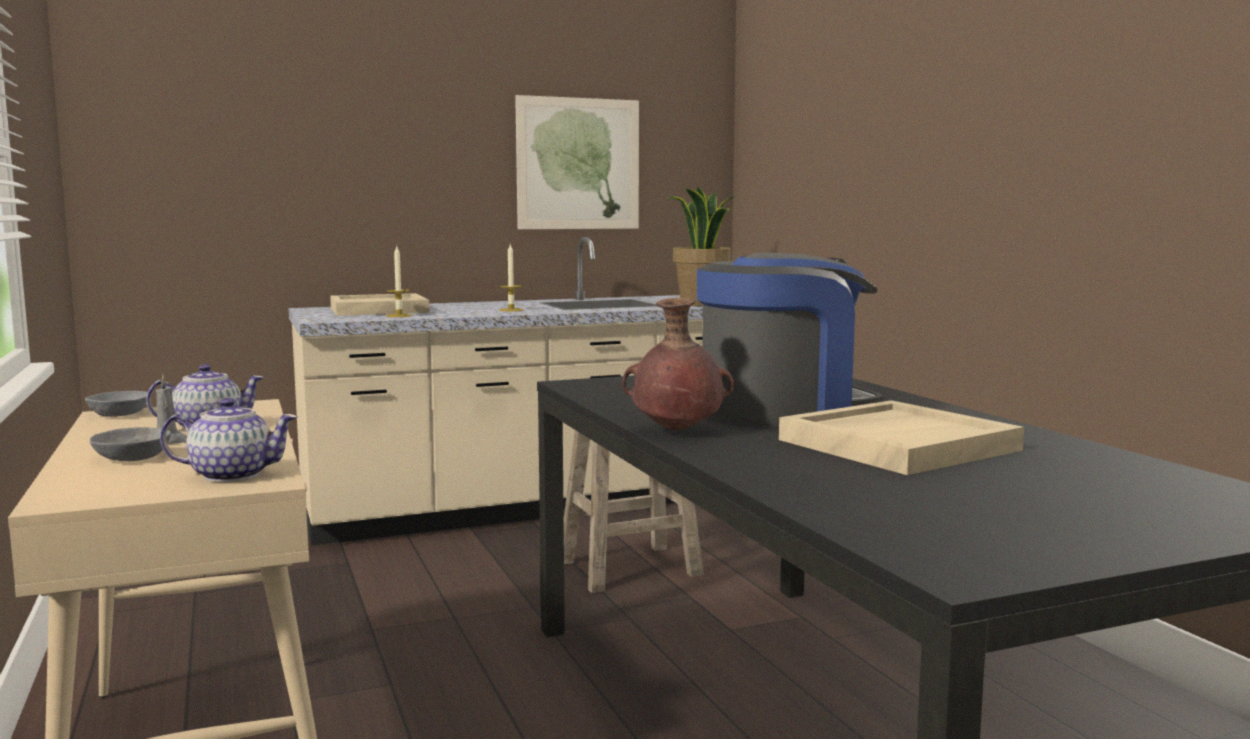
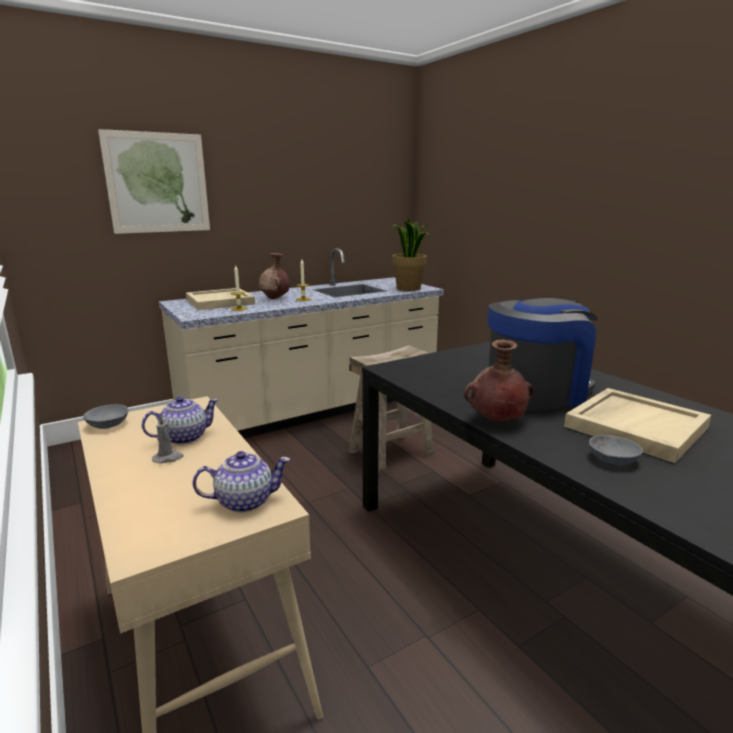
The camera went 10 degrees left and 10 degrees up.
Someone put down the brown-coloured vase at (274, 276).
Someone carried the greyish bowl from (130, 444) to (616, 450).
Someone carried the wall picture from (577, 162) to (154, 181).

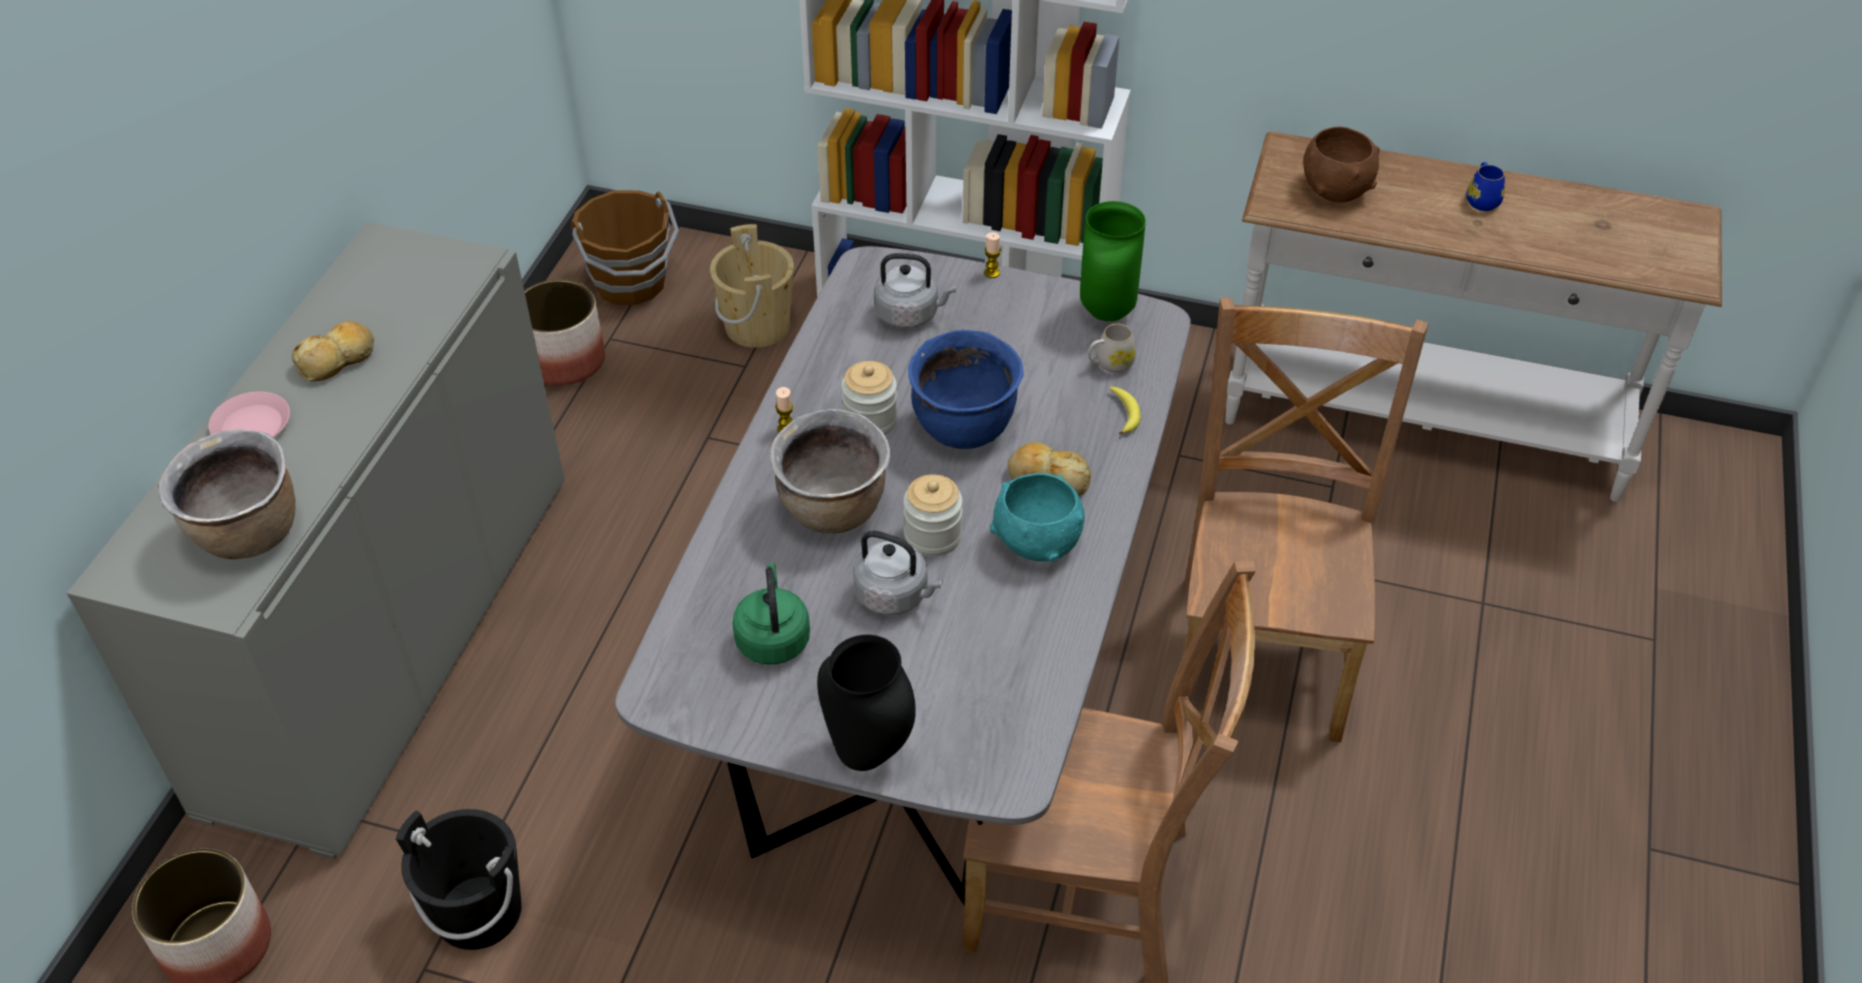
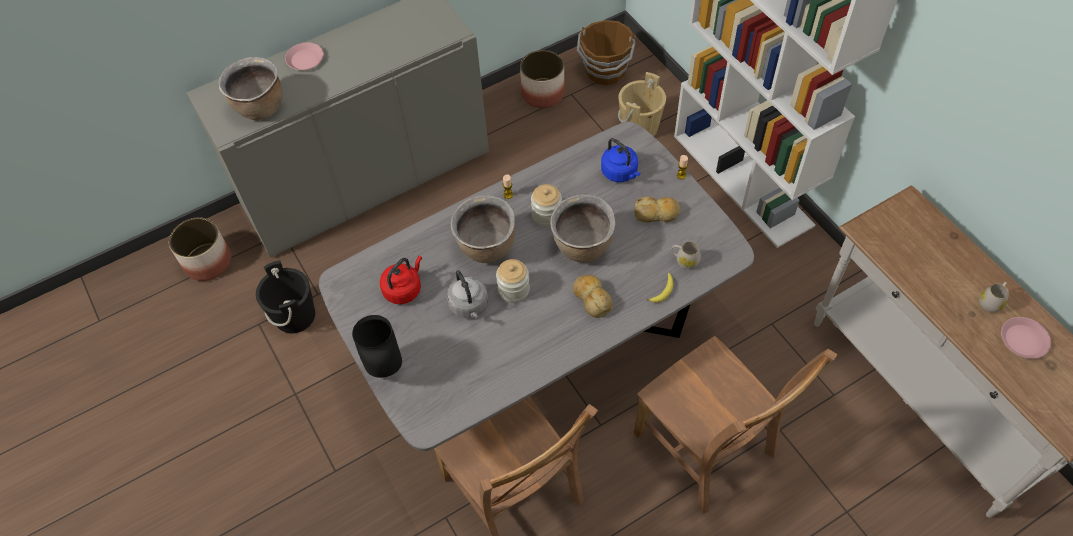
The camera went 45 degrees right and 10 degrees up.
Someone took away the turquoise bowl at (1037, 517).
Someone took away the green vase at (1113, 261).
Someone took away the brown-coloured bowl at (1341, 164).
Someone put down the pink dinner plate at (1026, 338).
Someone carried the bread from (333, 351) to (657, 209).
Someone repainted the green water kettle at (771, 614), which became the reddish water kettle at (401, 280).
Someone repainted the greyish water kettle at (915, 290), which became the blue water kettle at (621, 160).
Someone repainted the blue saucepot at (966, 389), which became the brown-coloured saucepot at (583, 228).
Someone repainted the blue tea mug at (1485, 186), which became the white tea mug at (994, 297).
Someone rotated the brown-coloured plain chair at (1306, 520) by 90 degrees clockwise.

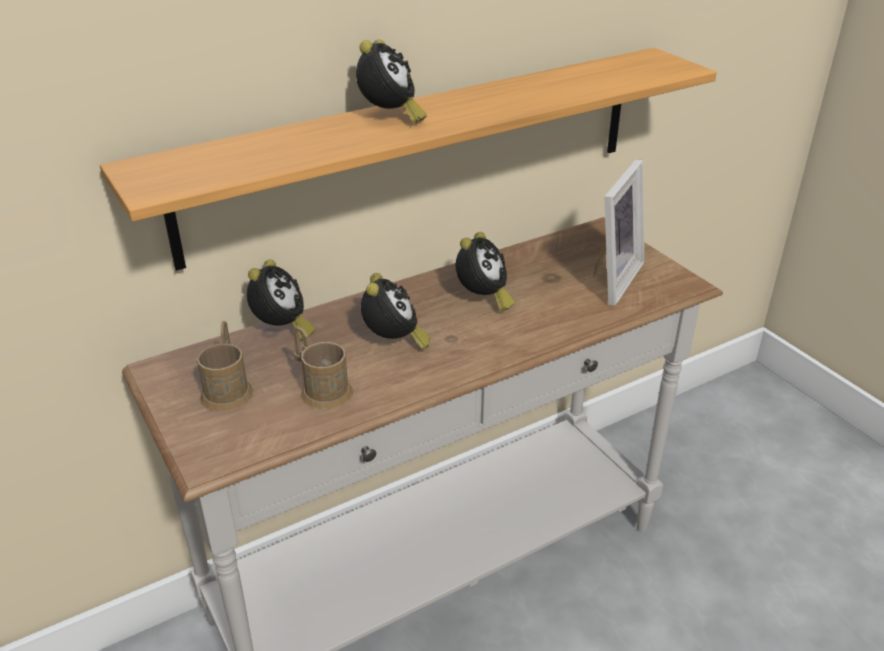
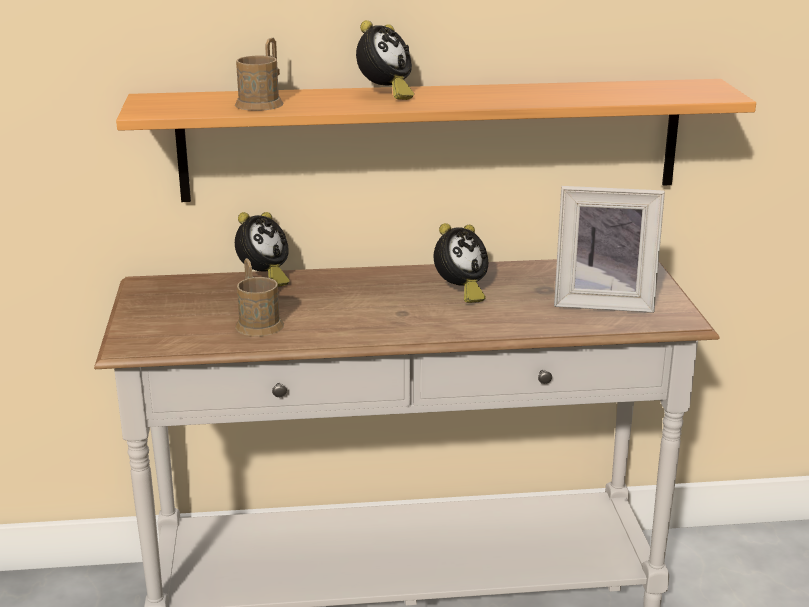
The camera went 25 degrees right and 10 degrees down.
Someone took away the table clock at (395, 311).
Someone carried the brown-coloured tea mug from (225, 366) to (258, 74).
Someone rotated the photo frame at (618, 232) by 45 degrees clockwise.

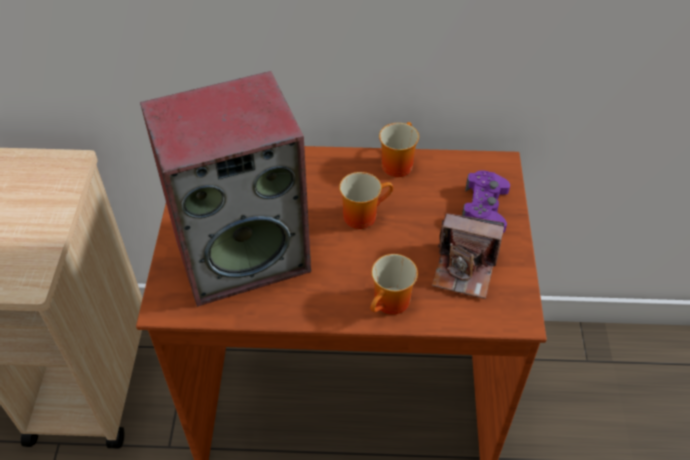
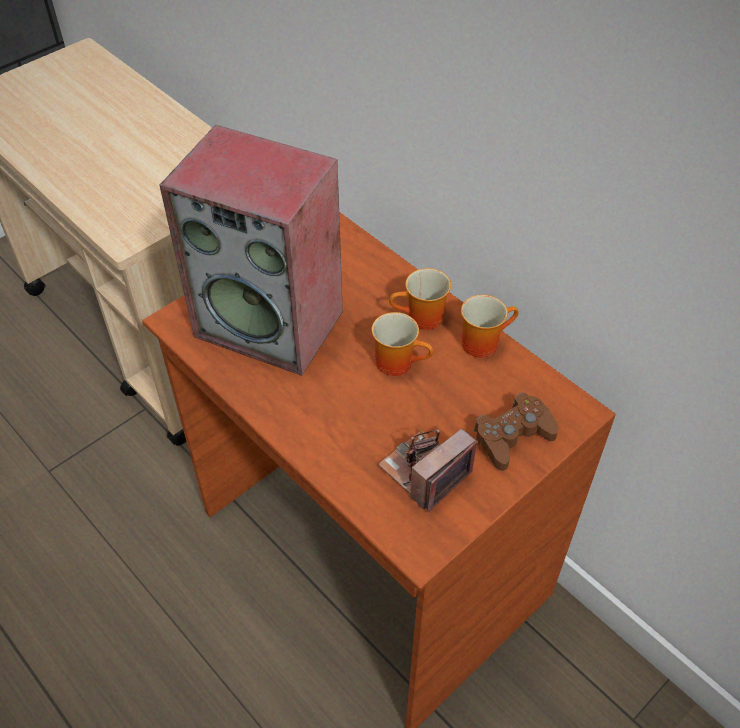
The camera went 45 degrees right and 0 degrees up.
Someone carried the tea mug from (394, 284) to (420, 299).
Someone repainted the purple game controller at (486, 201), which became the brown-coloured game controller at (516, 432).
Someone rotated the still camera at (468, 256) by 75 degrees clockwise.

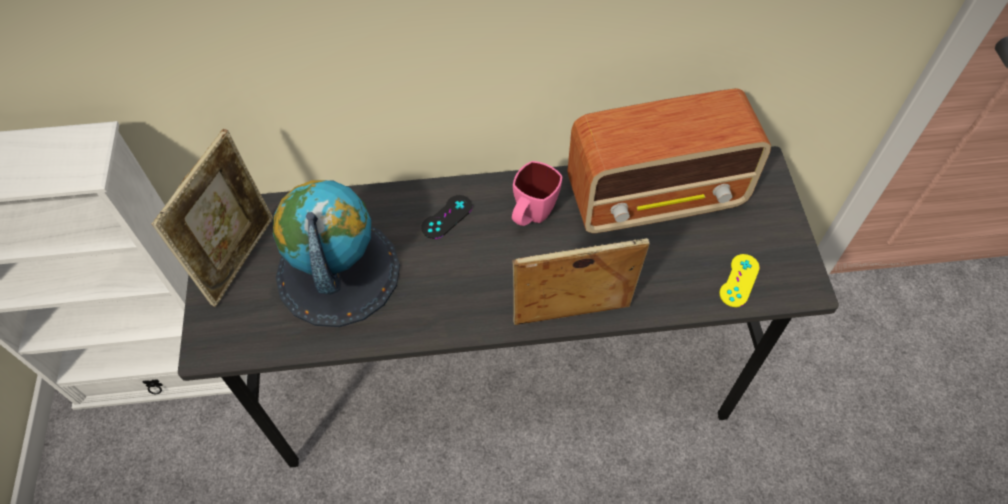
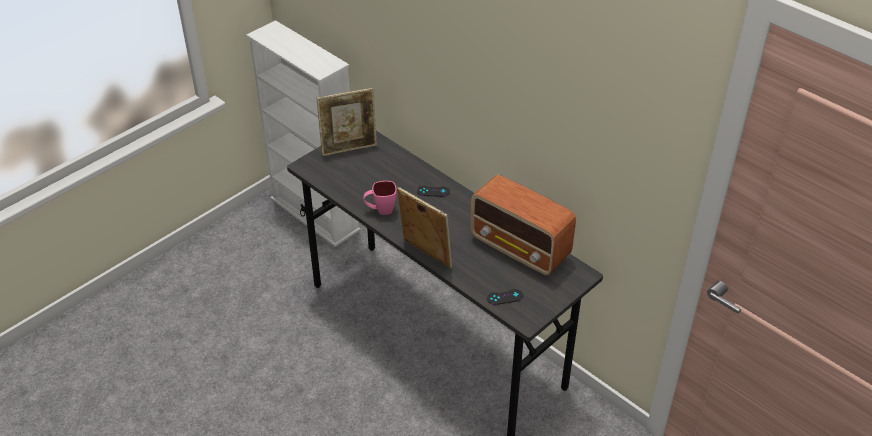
The camera went 50 degrees right and 15 degrees down.
Someone took away the world globe at (336, 253).
Someone carried the pink tea mug from (537, 193) to (380, 198).
Someone repainted the yellow-coloured game controller at (740, 280), which became the black game controller at (505, 297).

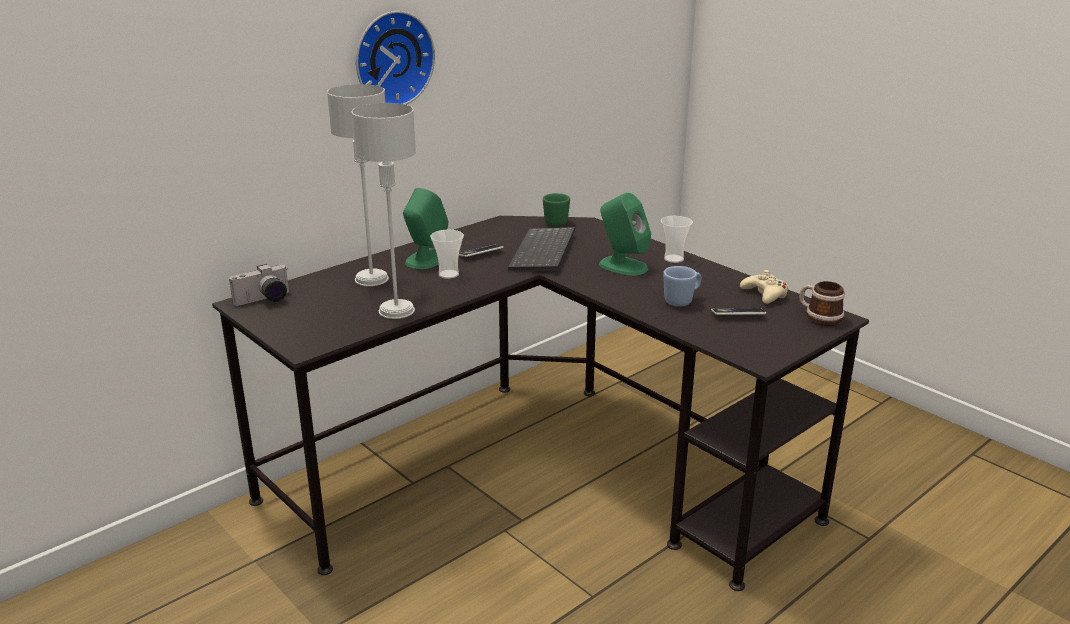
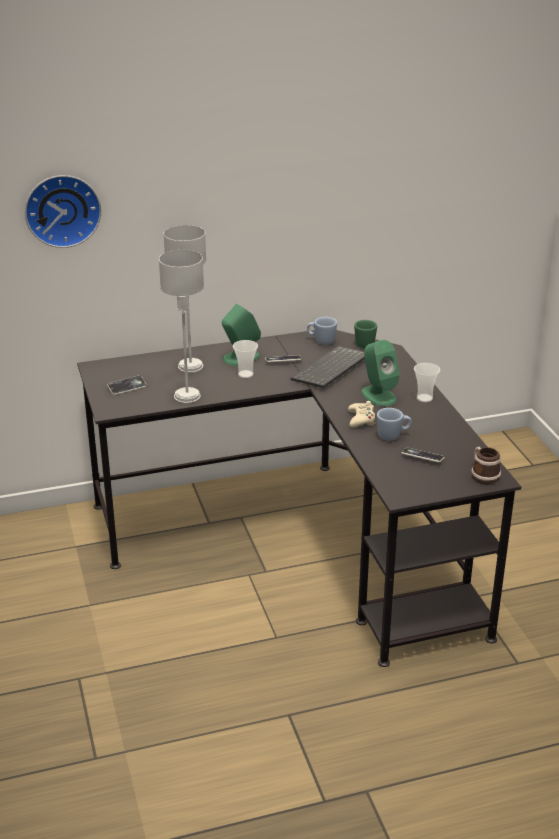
The camera went 25 degrees right and 5 degrees up.
Someone took away the still camera at (259, 285).
Someone put down the phone at (127, 385).
Someone put down the blue tea mug at (322, 331).
Someone carried the hanging clock from (395, 58) to (63, 211).
Someone carried the sand-coloured game controller from (764, 287) to (362, 414).

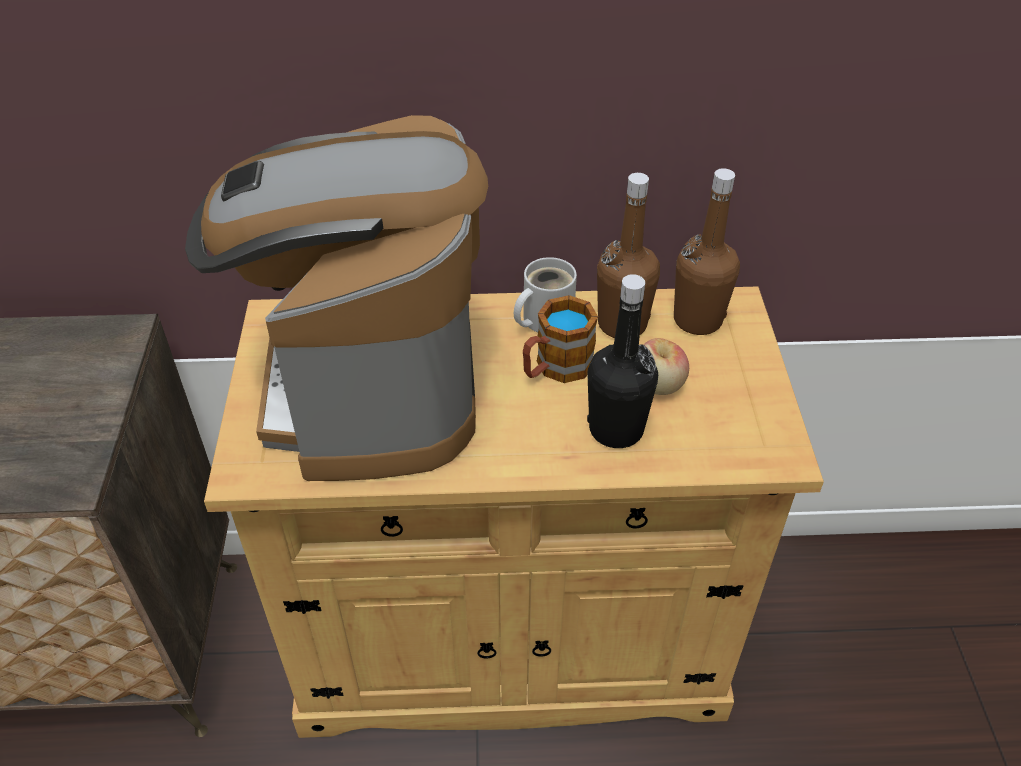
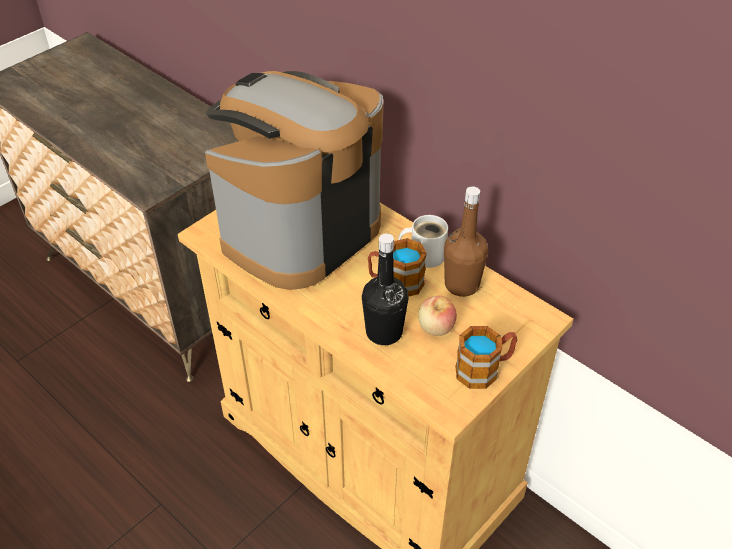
The camera went 45 degrees right and 0 degrees up.
Someone took away the brown-coloured bottle at (707, 251).
Someone put down the tea mug at (486, 357).

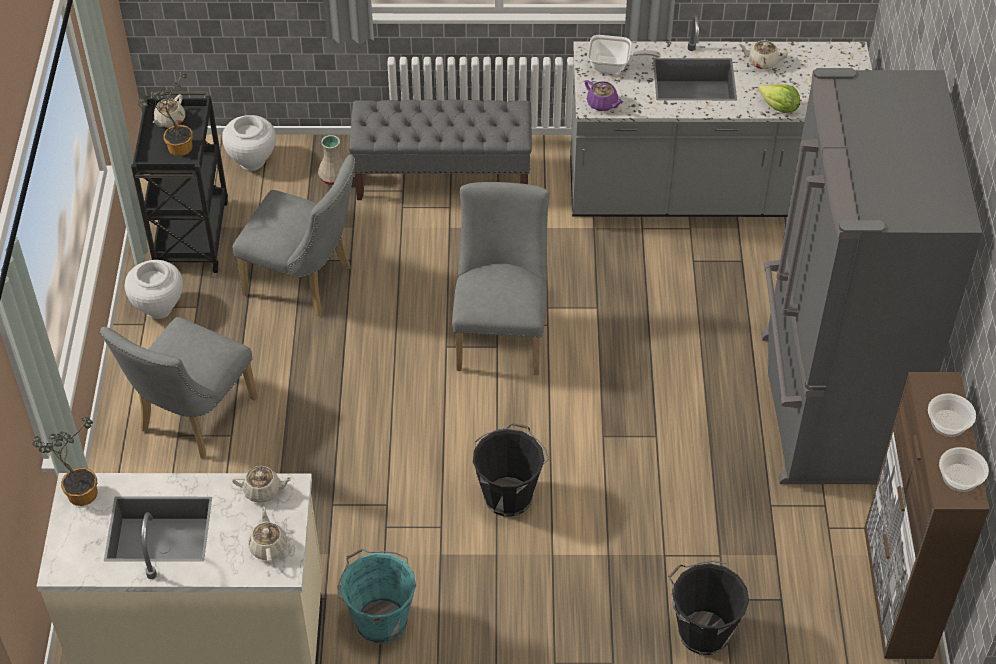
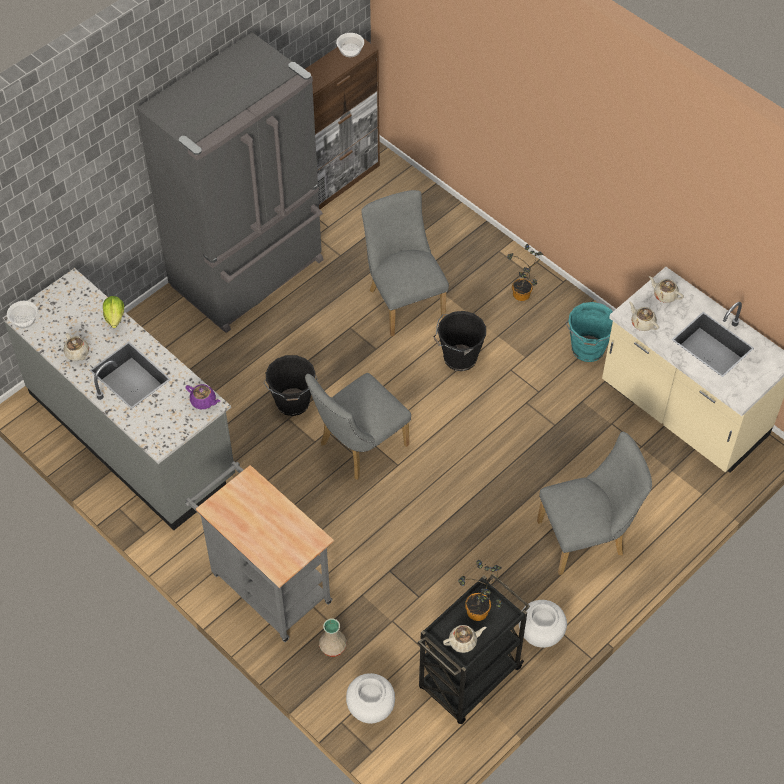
The camera went 135 degrees left and 5 degrees up.
Someone took away the skillet at (624, 54).
Someone carried the houseplant from (65, 461) to (525, 272).
Someone carried the greyish plain chair from (294, 235) to (405, 263).
Someone carried the black water bucket from (708, 608) to (291, 385).
Someone carried the bowl from (952, 415) to (22, 314).
Someone swapped the greyish long seat at (440, 150) for the greyish cart at (259, 551).
Someone rotated the sand-coloured pot for tea at (267, 535) by 90 degrees clockwise.
Someone rotated the purple pot for tea at (604, 95) by 120 degrees clockwise.

